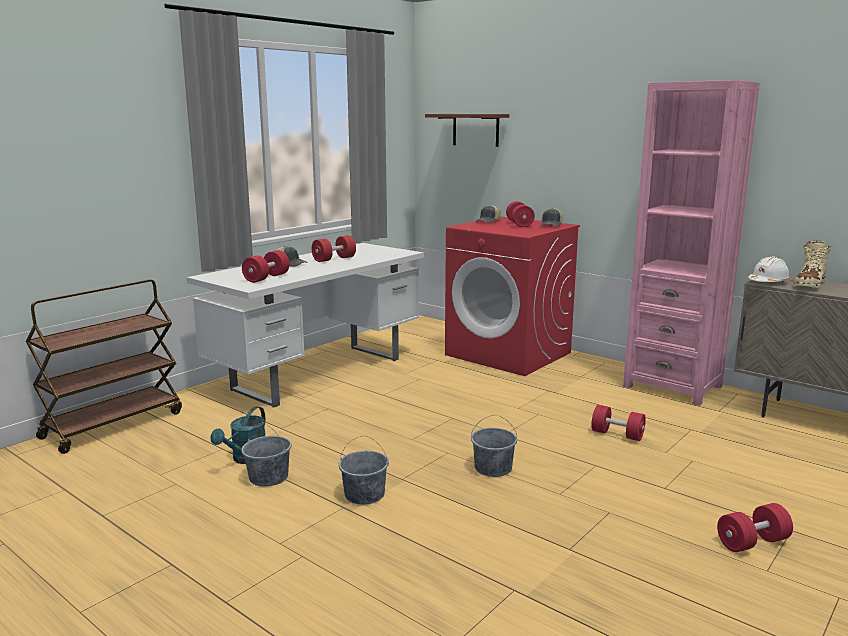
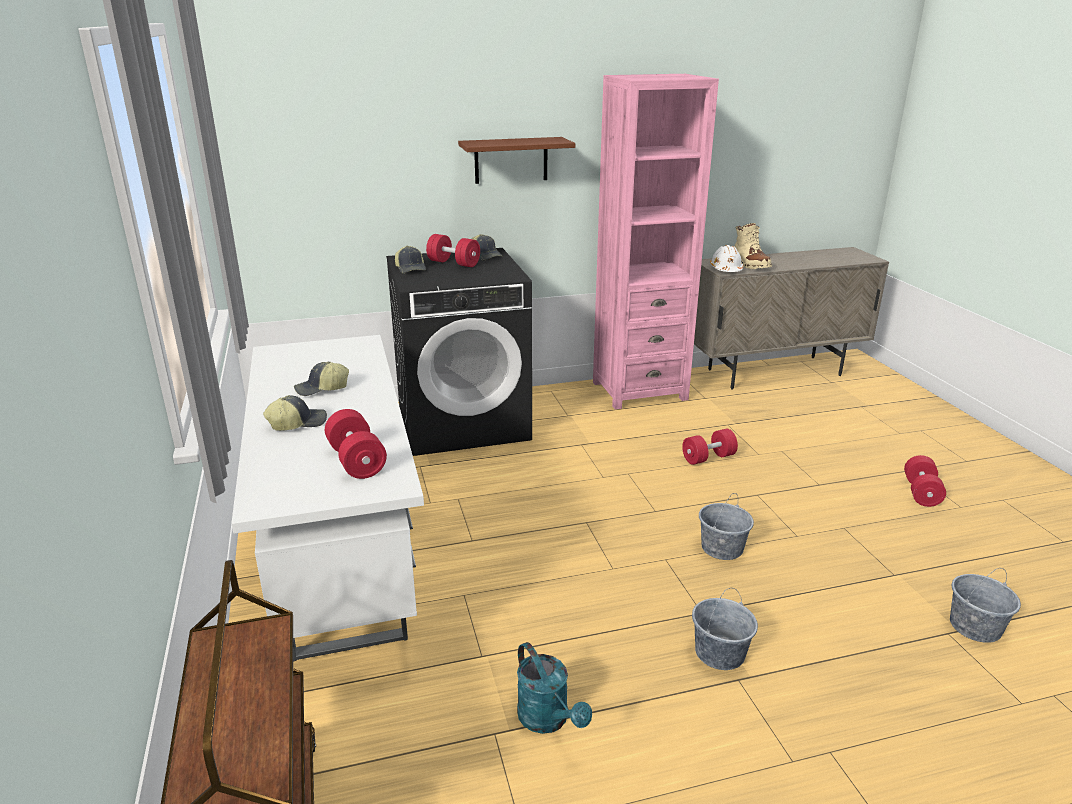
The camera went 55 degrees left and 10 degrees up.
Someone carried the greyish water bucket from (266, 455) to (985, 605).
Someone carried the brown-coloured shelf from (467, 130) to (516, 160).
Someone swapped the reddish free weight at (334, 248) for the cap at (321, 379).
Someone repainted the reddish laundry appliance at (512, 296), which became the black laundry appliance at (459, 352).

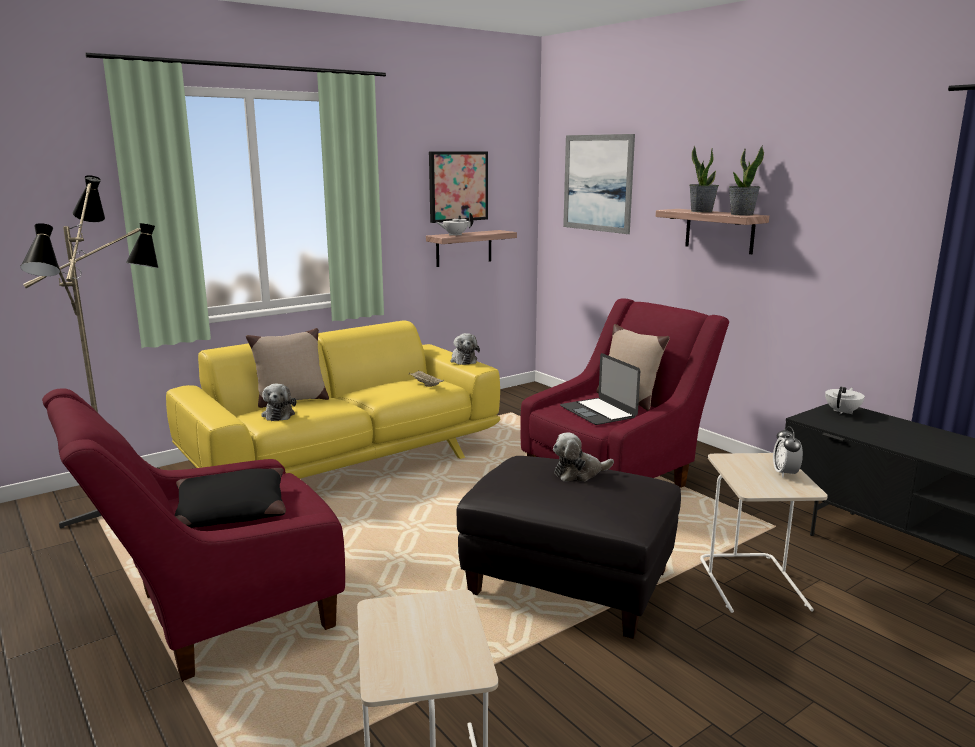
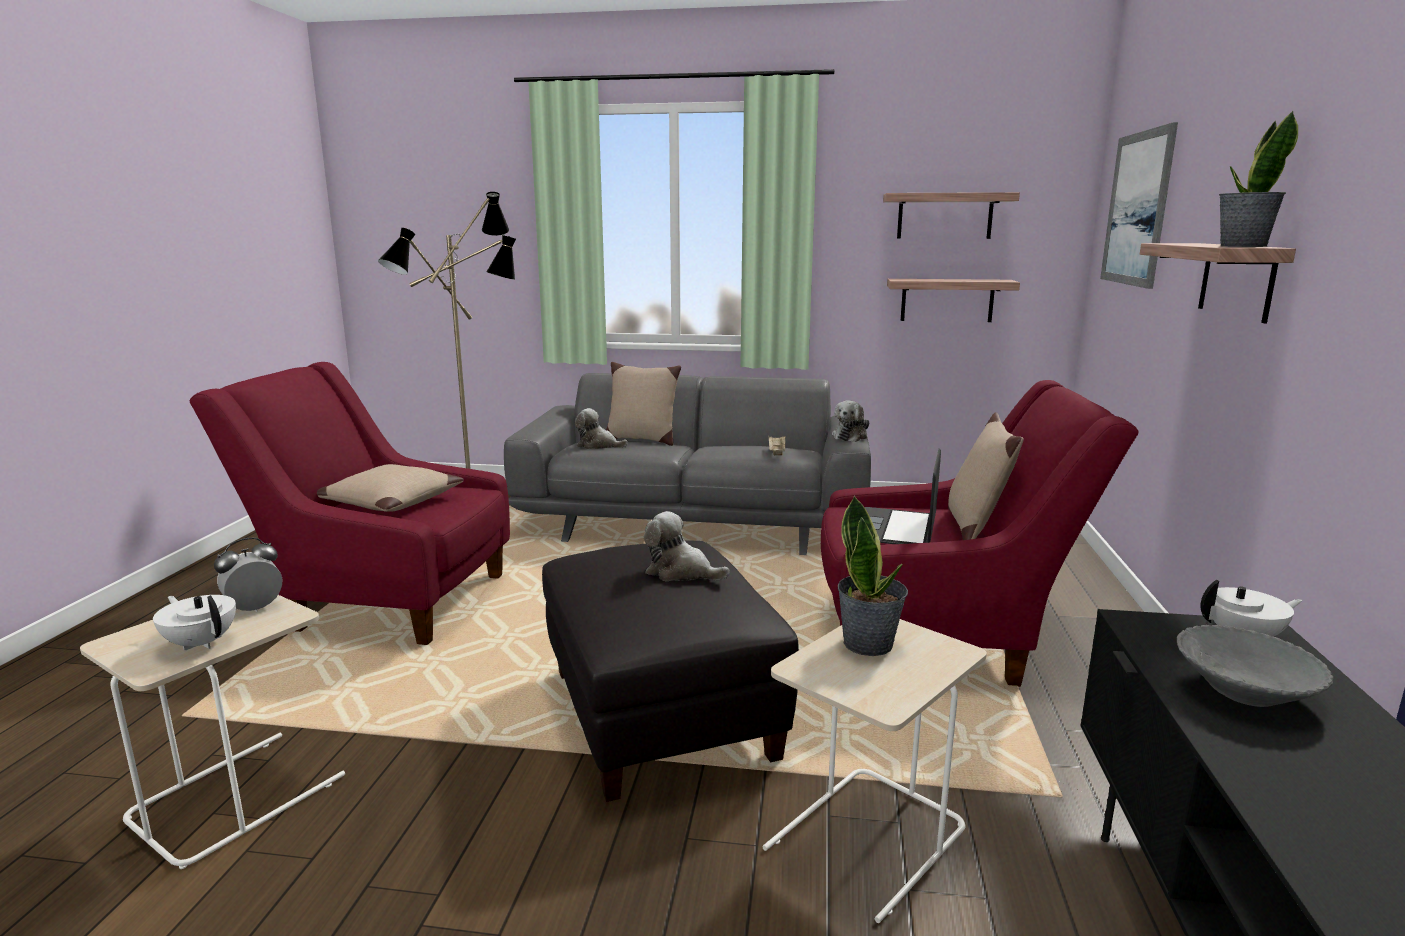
The camera went 45 degrees right and 0 degrees up.
Someone put down the greyish bowl at (1255, 666).
Someone carried the white pot for tea from (454, 224) to (194, 623).
Someone carried the houseplant from (704, 179) to (873, 575).
Someone carried the table clock from (788, 452) to (248, 574).
Someone swapped the wall picture at (458, 187) for the shelf at (951, 215).
Someone repainted the yellow-coloured couch at (333, 399), which became the greyish couch at (687, 464).
Someone repainted the black throw pillow at (230, 498), which became the sand-coloured throw pillow at (390, 488).
Someone rotated the cuddly toy at (278, 402) by 75 degrees clockwise.

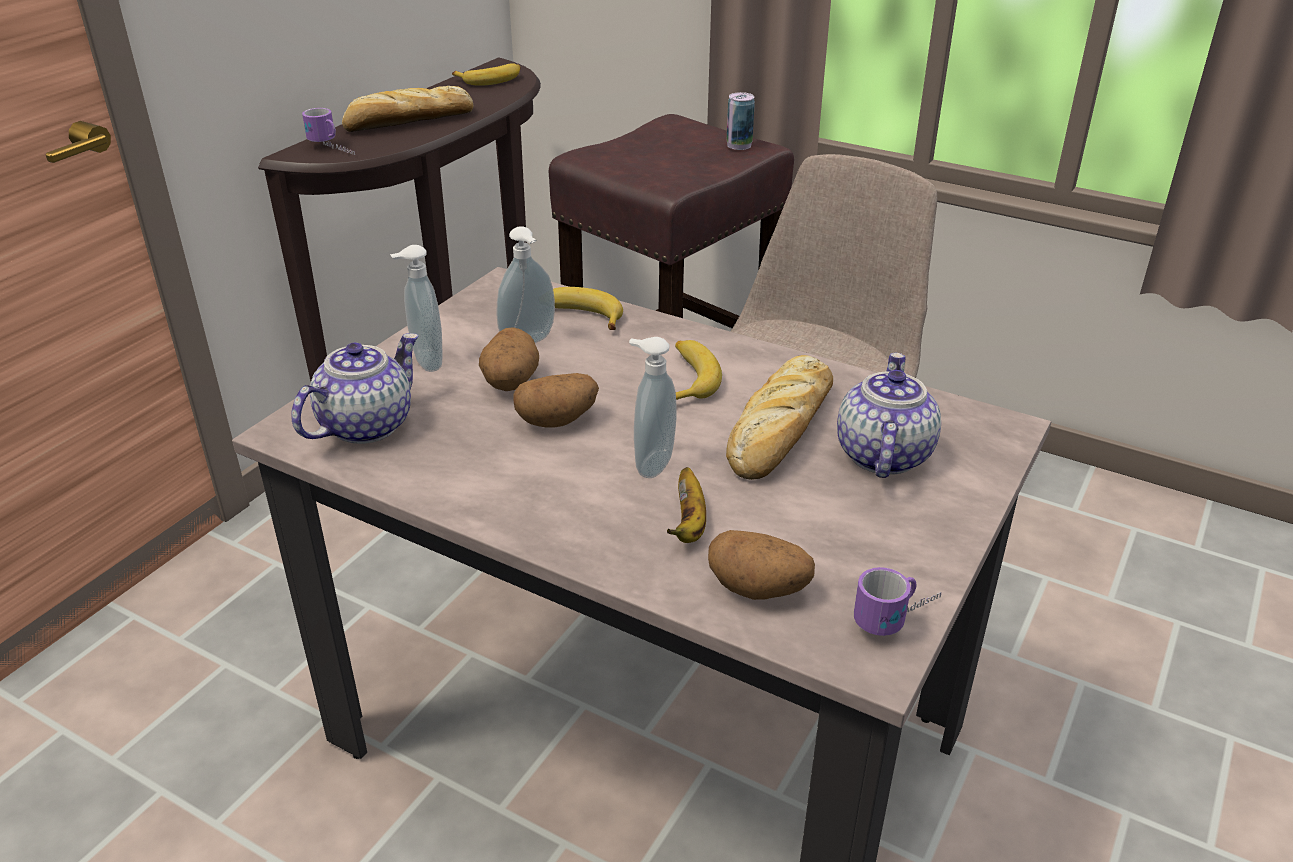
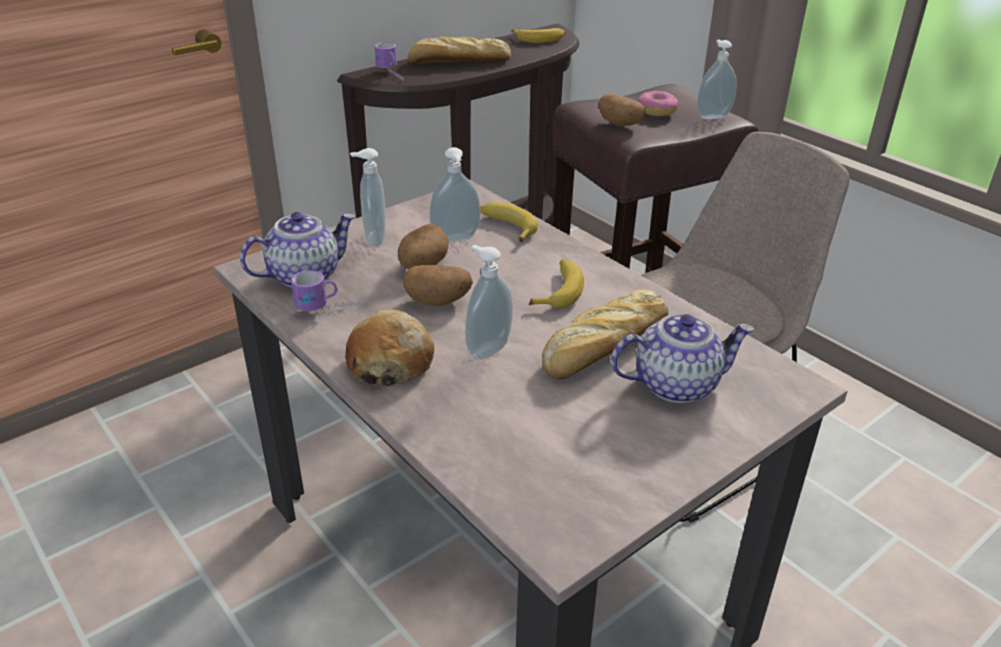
The camera went 20 degrees right and 0 degrees up.
Someone took away the whole banana at (686, 505).
Someone put down the bread at (389, 348).
Someone put down the doughnut at (657, 103).
Someone carried the spud from (761, 565) to (622, 110).
Someone carried the tea mug from (897, 601) to (329, 290).
Someone swapped the sealed can at (741, 121) for the soap dispenser at (717, 79).
Someone rotated the pot for tea at (889, 415) by 45 degrees clockwise.

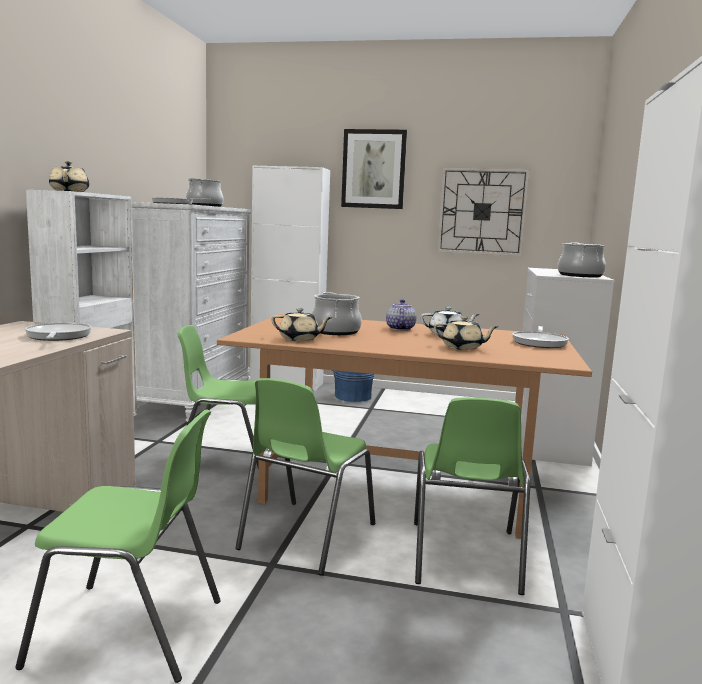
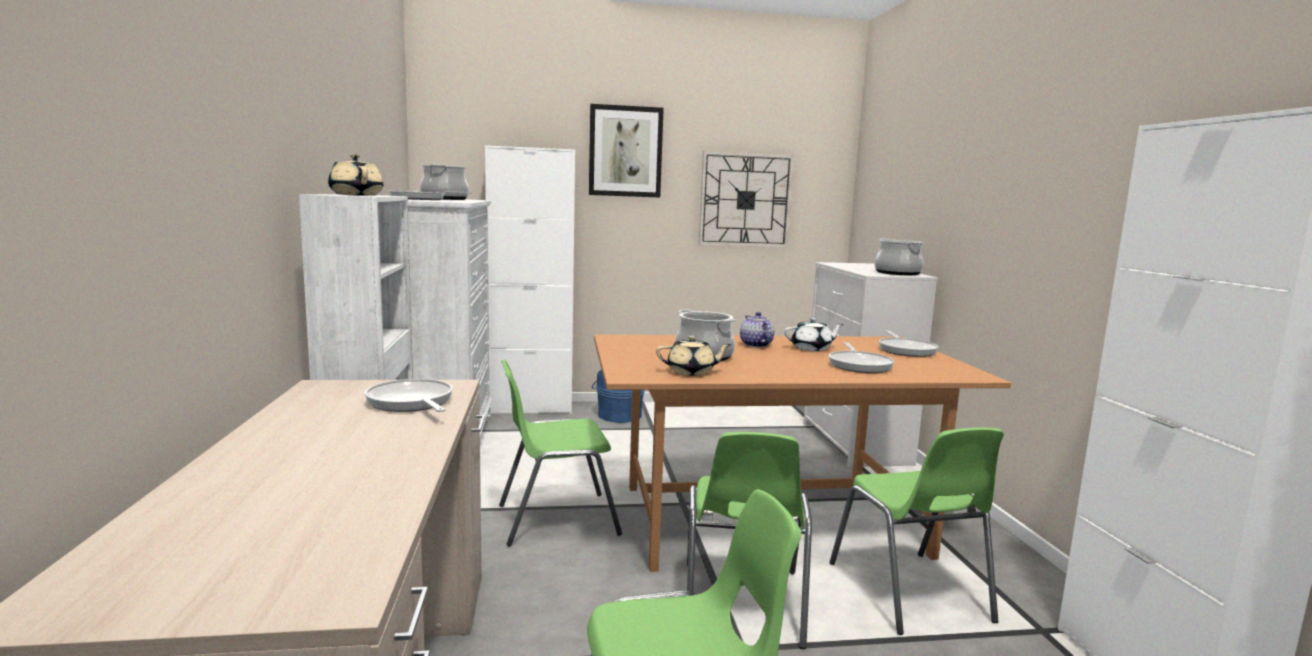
The camera went 20 degrees left and 0 degrees up.
Someone swapped the sand-coloured pot for tea at (466, 333) for the skillet at (861, 357).

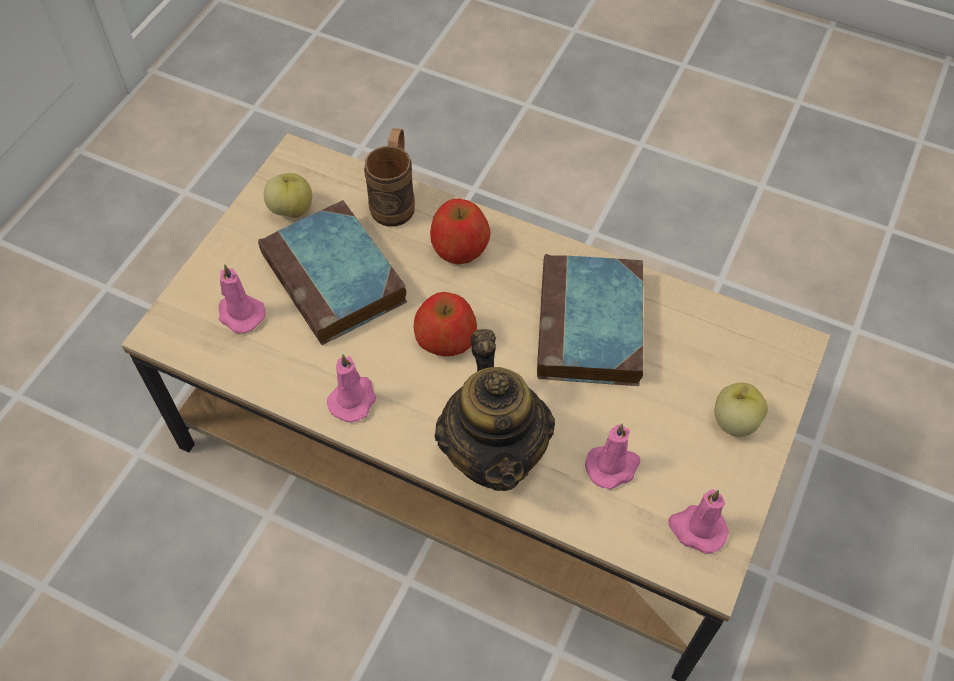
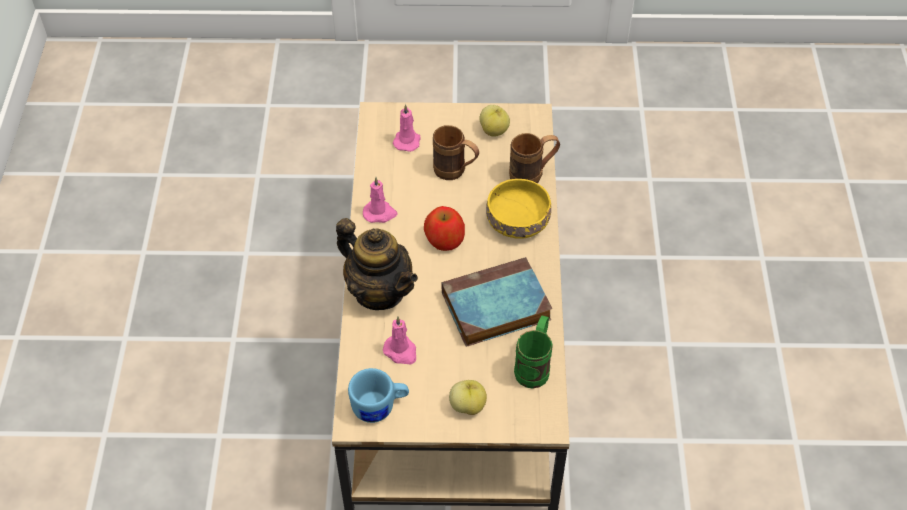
The camera went 65 degrees right and 5 degrees down.
Someone put down the green tea mug at (533, 352).
Someone swapped the volume at (332, 272) for the brown-coloured tea mug at (456, 152).
Someone swapped the whole apple at (460, 231) for the yellow-coloured bowl at (518, 209).
Someone swapped the pink wax candle at (698, 521) for the blue tea mug at (378, 395).
Someone rotated the pot for tea at (495, 410) by 105 degrees counterclockwise.

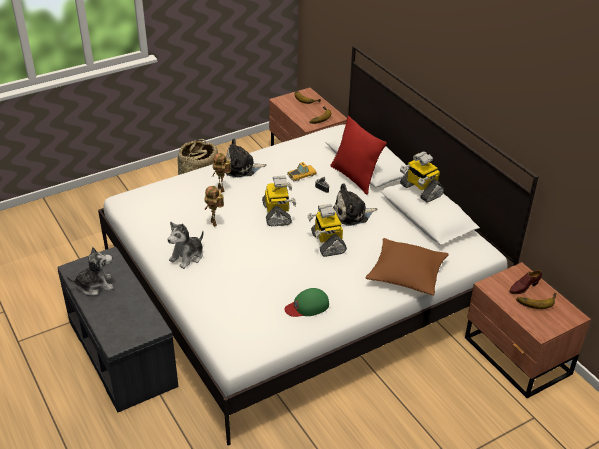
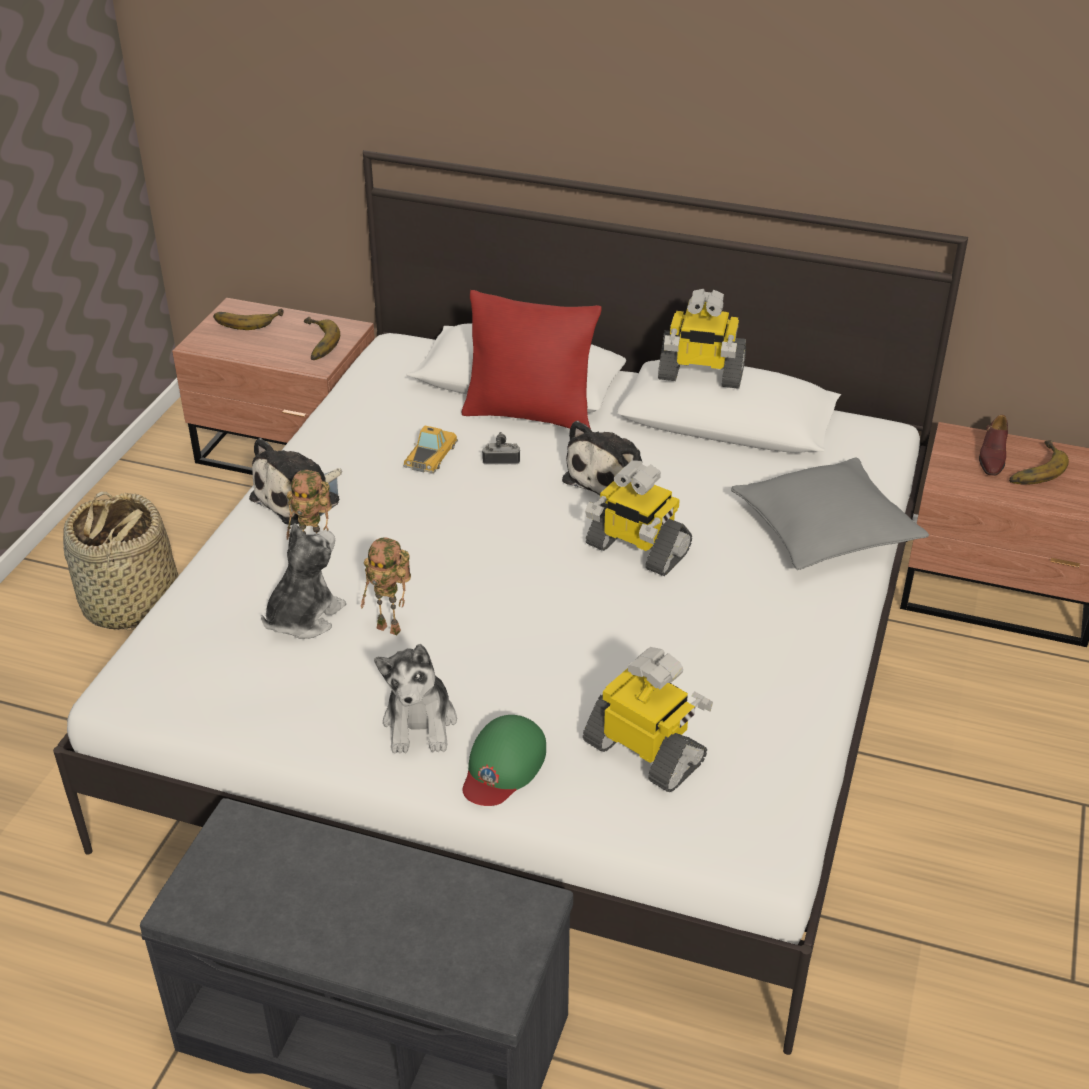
The camera went 40 degrees left and 0 degrees up.
Someone carried the cuddly toy from (90, 271) to (303, 581).
Someone carried the robot figure from (279, 201) to (648, 719).
Someone carried the green cap from (306, 302) to (504, 760).
Someone repainted the brown-coloured throw pillow at (407, 267), which became the greyish throw pillow at (830, 513).

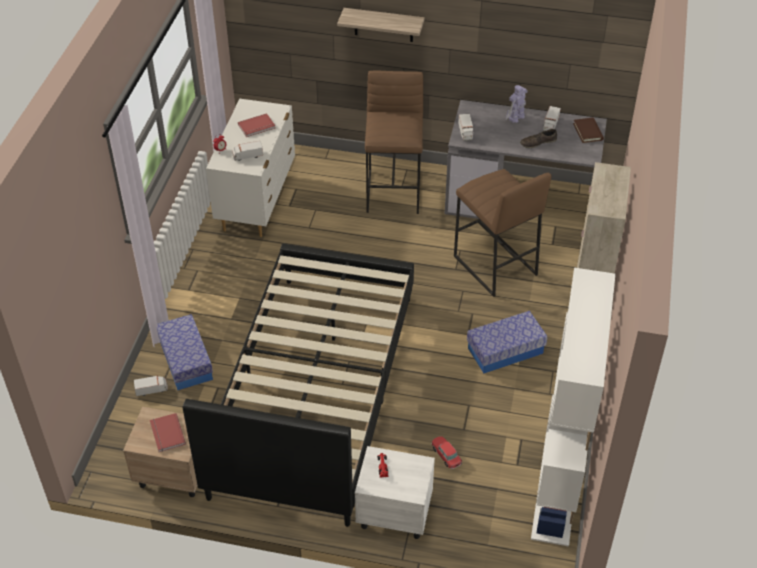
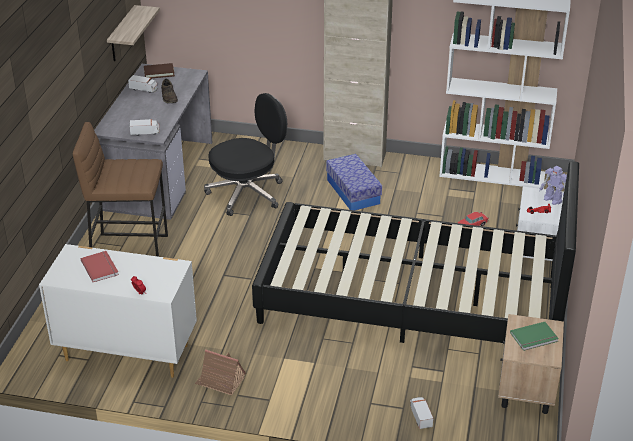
The camera went 90 degrees left and 10 degrees down.
Someone took away the storage container at (185, 352).
Someone took away the toy truck at (247, 151).
Someone put down the toy house at (220, 373).
Someone carried the shelf from (381, 25) to (133, 33).
Someone carried the robot figure from (516, 104) to (553, 185).
Someone swapped the brown-coloured sitting stool at (503, 233) for the black desk chair at (245, 154).
Someone repainted the reddish volume at (168, 432), which became the green volume at (534, 336).

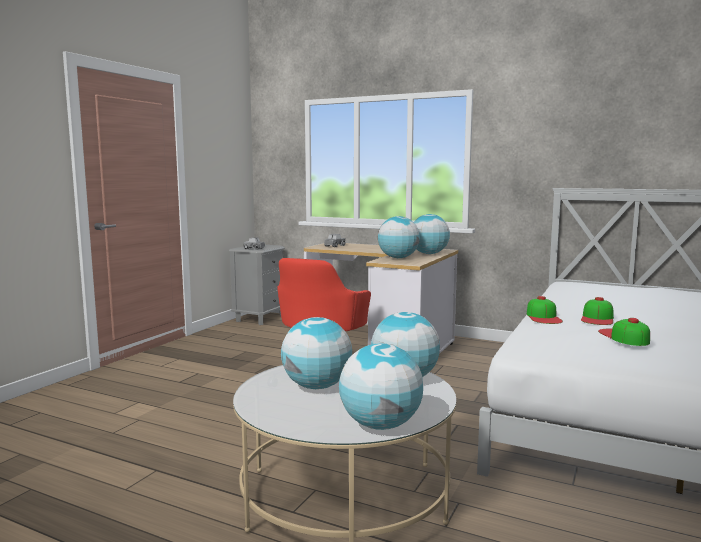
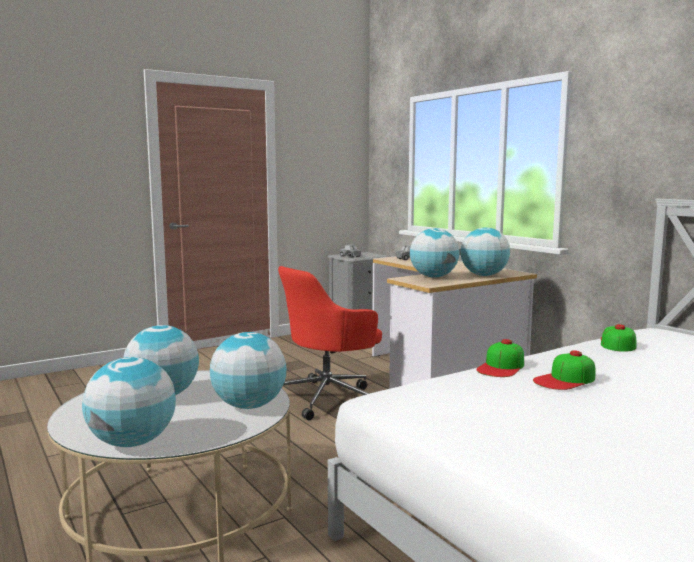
The camera went 30 degrees right and 0 degrees up.
Someone carried the cap from (624, 332) to (618, 338).

